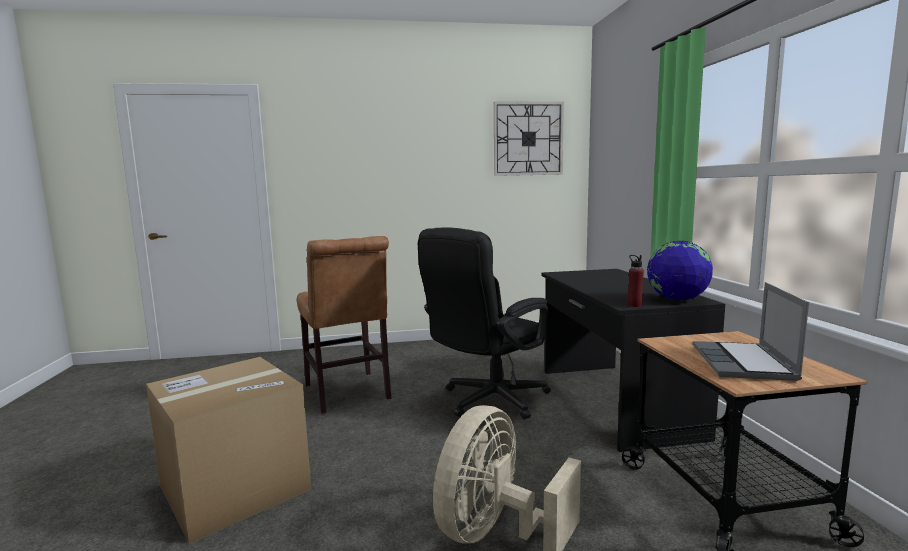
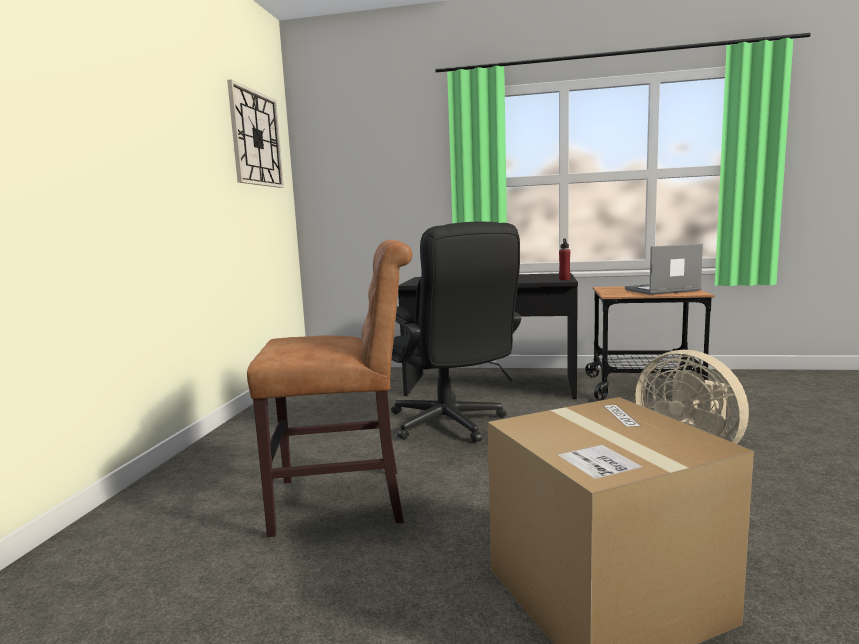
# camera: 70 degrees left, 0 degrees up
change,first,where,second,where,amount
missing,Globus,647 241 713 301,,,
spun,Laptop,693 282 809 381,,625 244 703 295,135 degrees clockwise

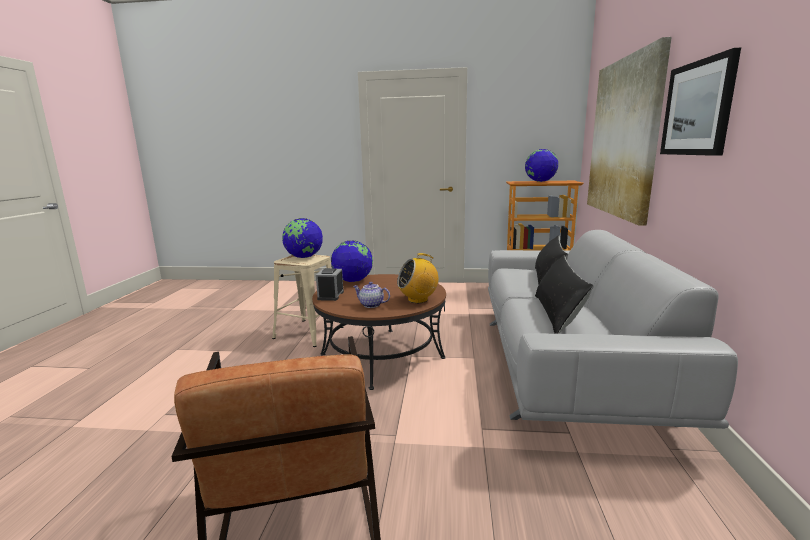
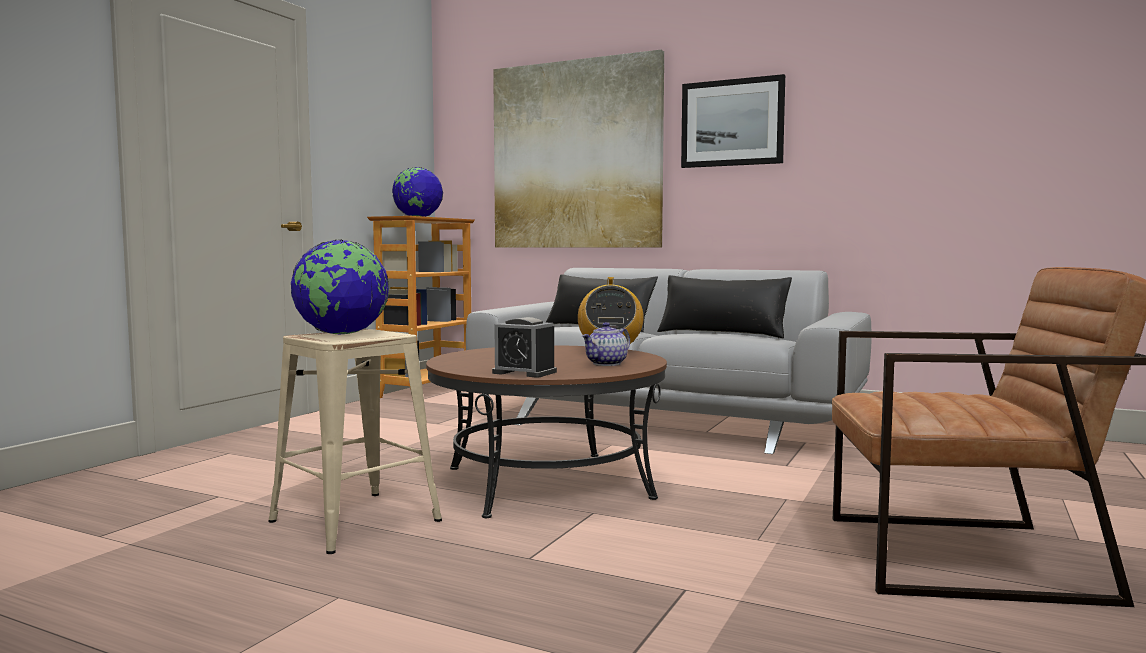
# camera: 70 degrees left, 10 degrees down
change,first,where,second,where,amount
missing,Globus,331 240 373 282,,,

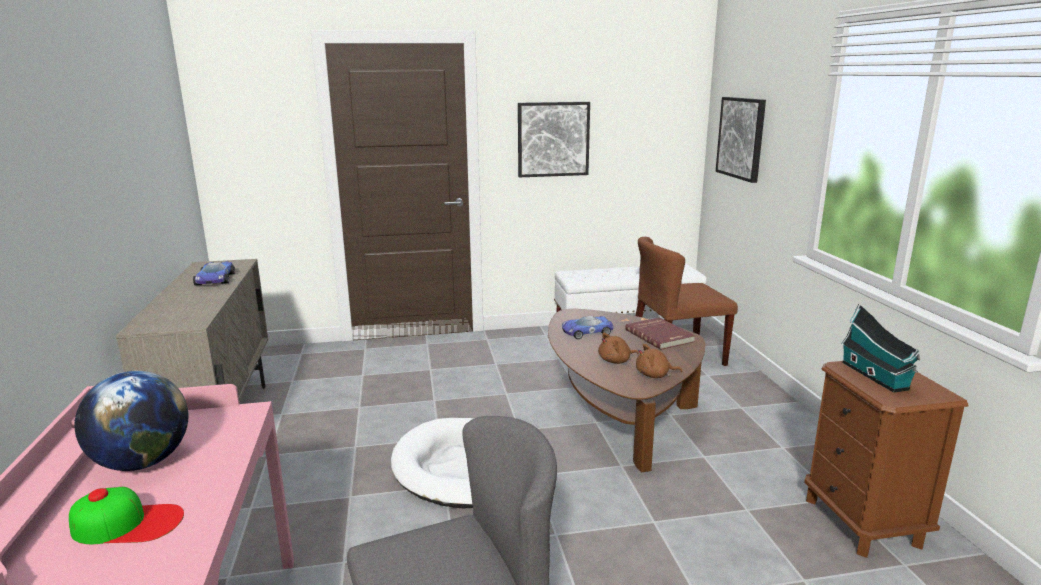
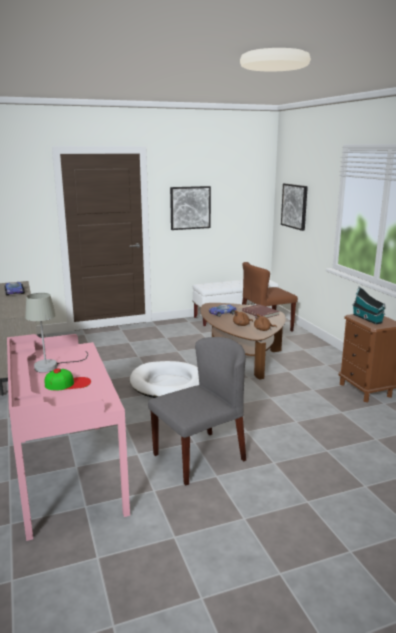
# camera: 10 degrees left, 0 degrees up
change,first,where,second,where,amount
exchanged,Globus,75 371 188 471,Tischlampe [grau],25 293 88 373,

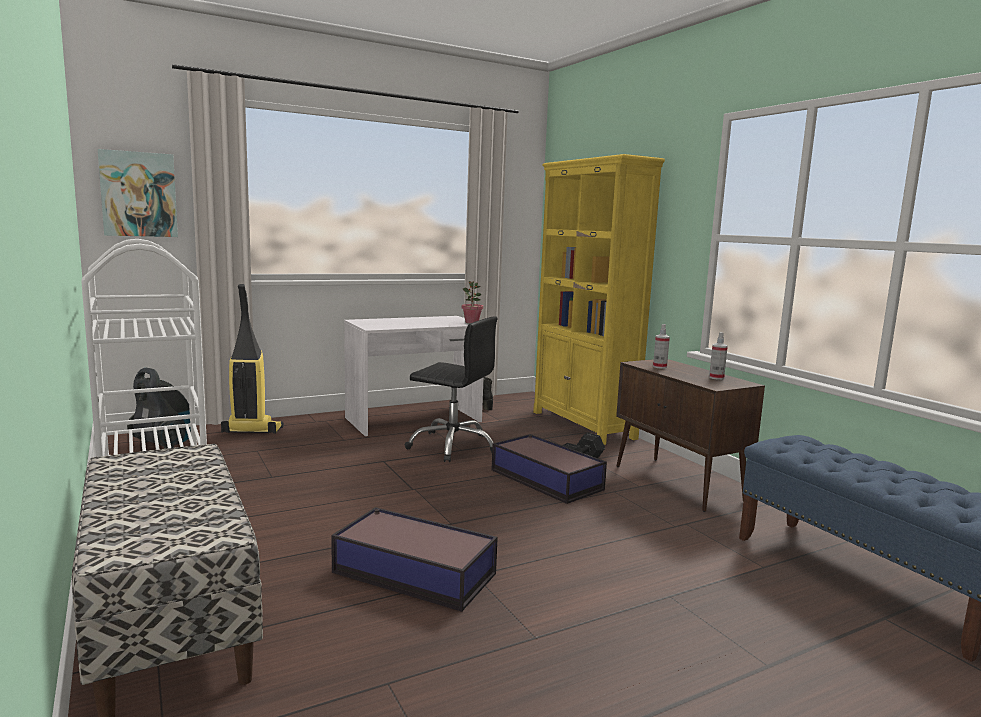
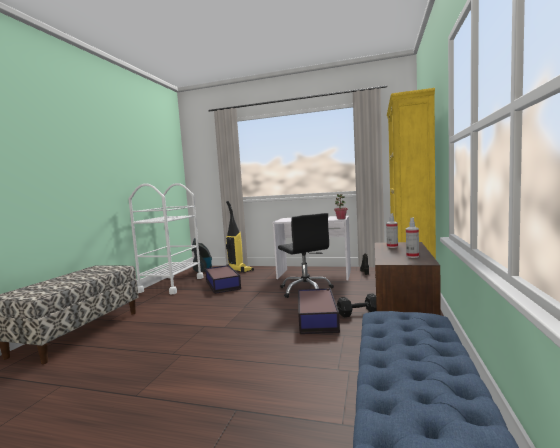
# camera: 45 degrees right, 5 degrees down
change,first,where,second,where,amount
missing,Bild,98 149 178 237,,,
relocated,Aufbewahrungsbox,331 507 498 612,,205 265 241 294,

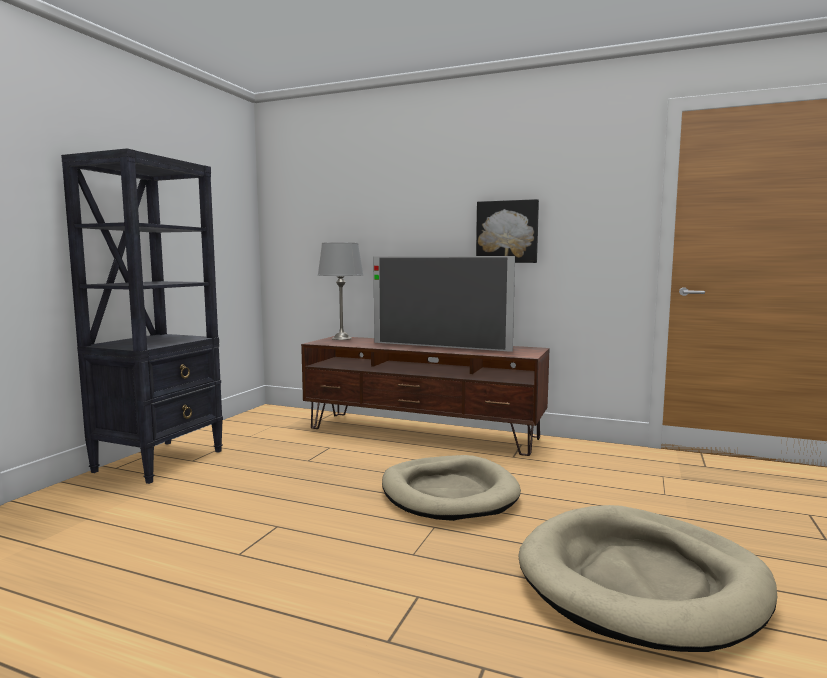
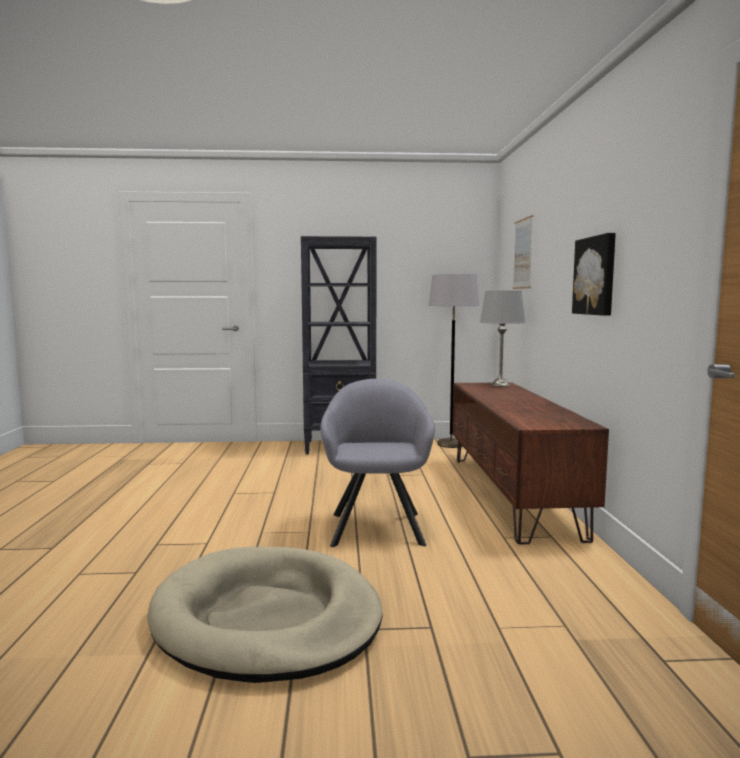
# camera: 65 degrees right, 0 degrees up
change,first,where,second,where,amount
missing,Fernseher,373 256 515 352,,,
exchanged,Hundebett [beige],382 455 521 521,Sessel [grau],320 379 435 547,
appeared,,,Stehlampe [grau],429 274 479 448,
appeared,,,Bild,512 215 533 289,

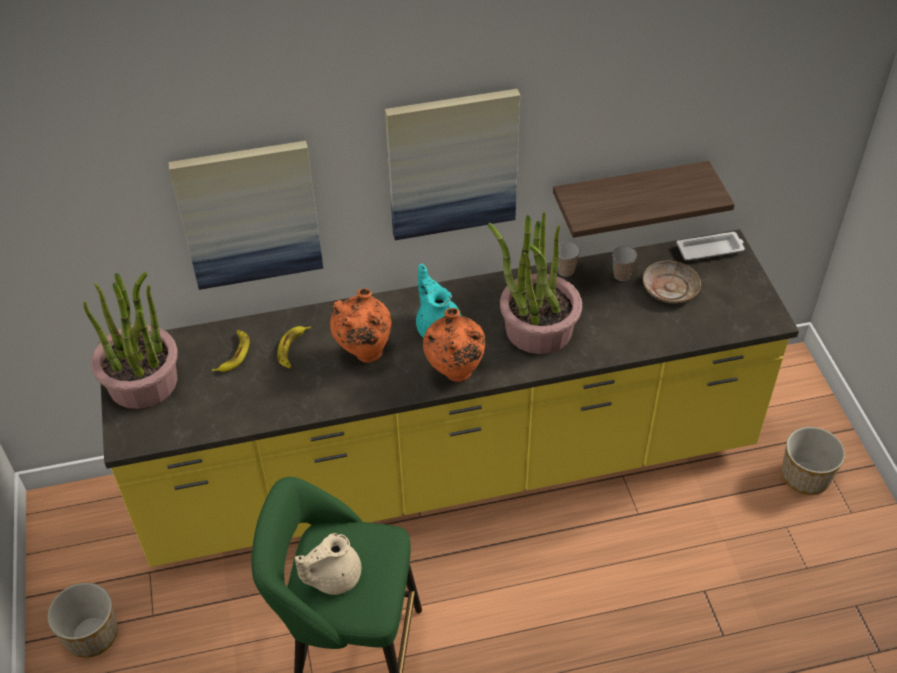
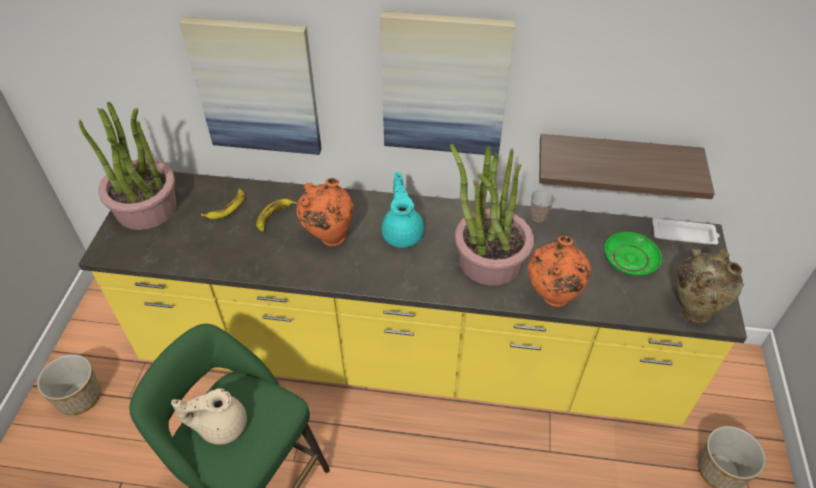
# camera: 20 degrees right, 0 degrees up
change,first,where,second,where,amount
relocated,Vase [orange],423 308 485 382,,528 236 591 307,
missing,Tasse,612 246 638 281,,,
colour,Teller [beige],643 261 701 303,Teller [grün],604 232 662 276,
appeared,,,Vase [beige],676 247 744 323,

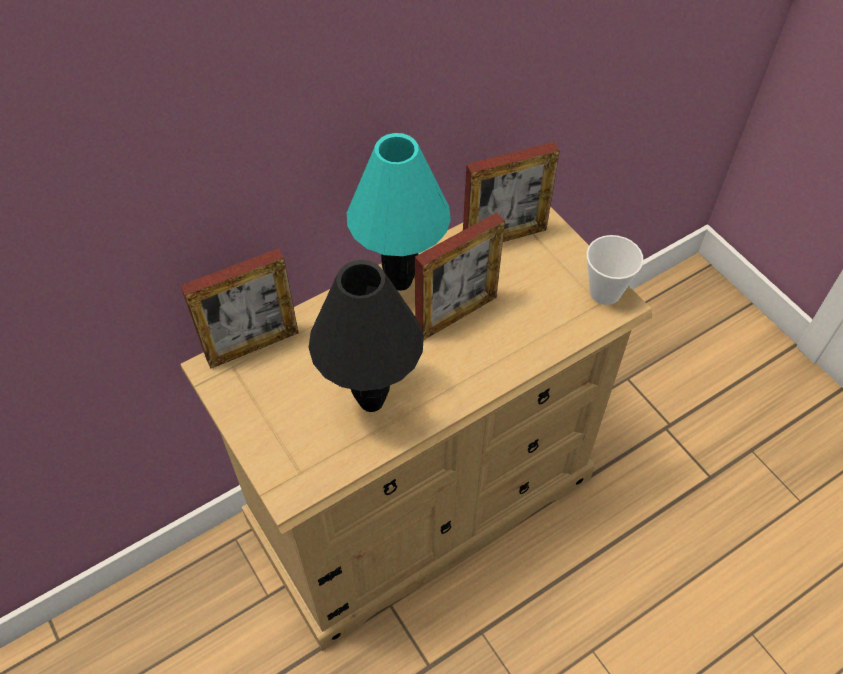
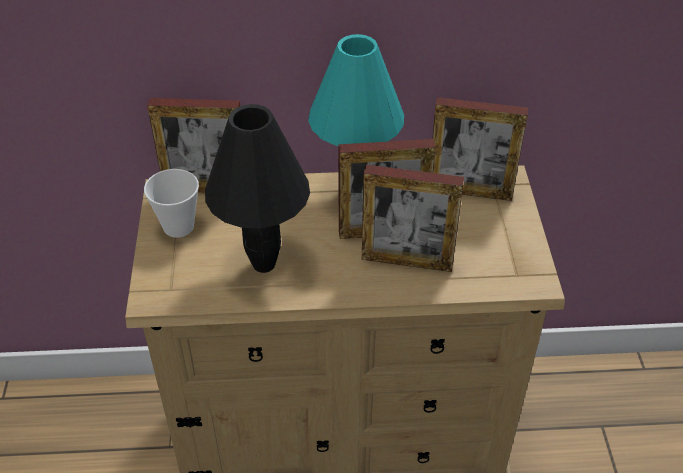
# camera: 30 degrees right, 10 degrees down
change,first,where,second,where,amount
relocated,Tasse,586 235 643 305,,144 169 199 238,
appeared,,,Bilderrahmen,362 165 464 272,

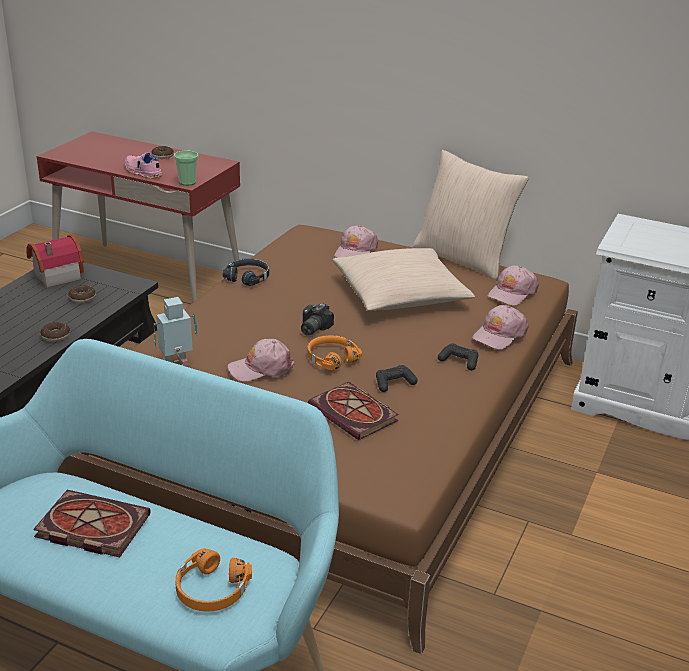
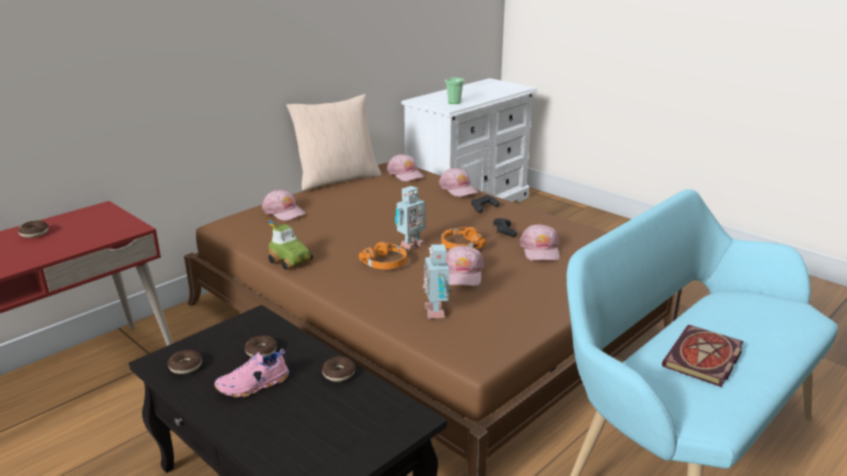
# camera: 70 degrees left, 5 degrees down
change,first,where,second,where,amount
exchanged,Spielzeughaus,27 234 84 288,Donut,168 350 202 374,
relocated,Schuh [rosa],125 152 163 179,,214 349 289 397,
relocated,Tasse,174 150 199 186,,445 78 464 104,
relocated,Kopfhörer [orange],175 548 252 612,,359 242 407 269,
exchanged,Kopfhörer [schwarz],223 258 269 286,Spielzeugauto,268 220 313 270,
exchanged,Kamera,301 303 334 336,Spielzeugroboter,395 186 425 251,
exchanged,Buch,308 382 399 440,Kappe [rosa],519 224 560 261,
missing,Kissen [beige],333 248 475 311,,,

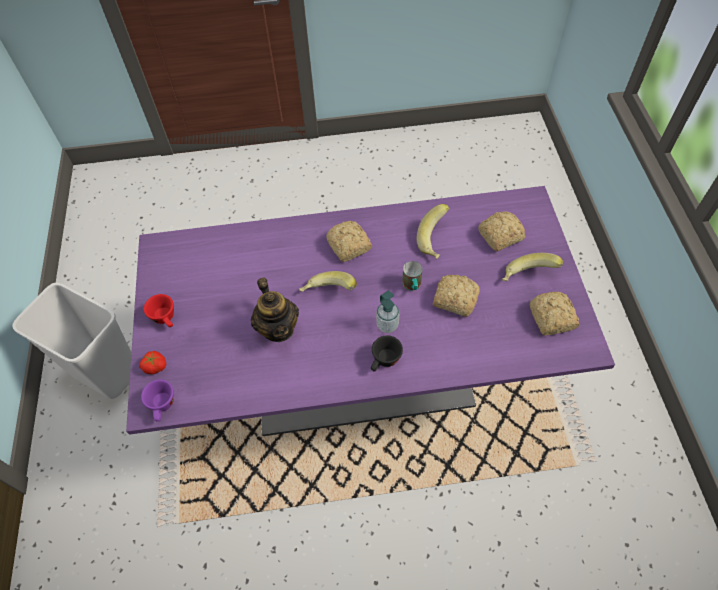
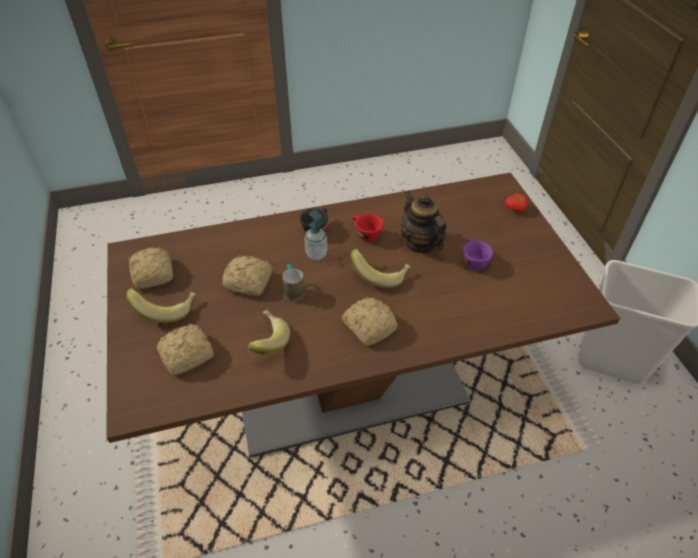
# camera: 170 degrees right, 10 degrees down
change,first,where,second,where,amount
colour,Esstisch [lila],126 186 615 436,Esstisch [braun],107 172 620 458,
relocated,Tasse [lila],141 379 174 421,,463 238 493 270,
relocated,Tasse [rot],144 294 174 327,,352 214 384 242,

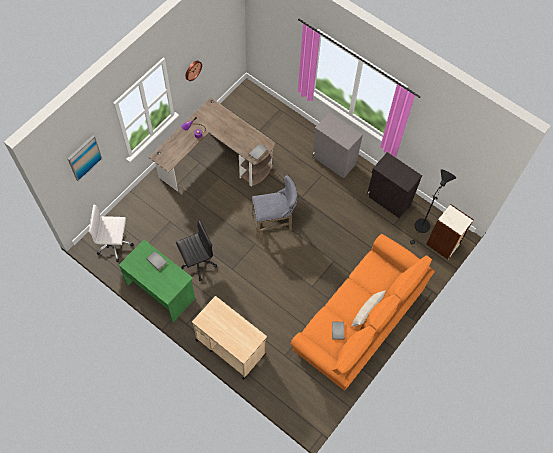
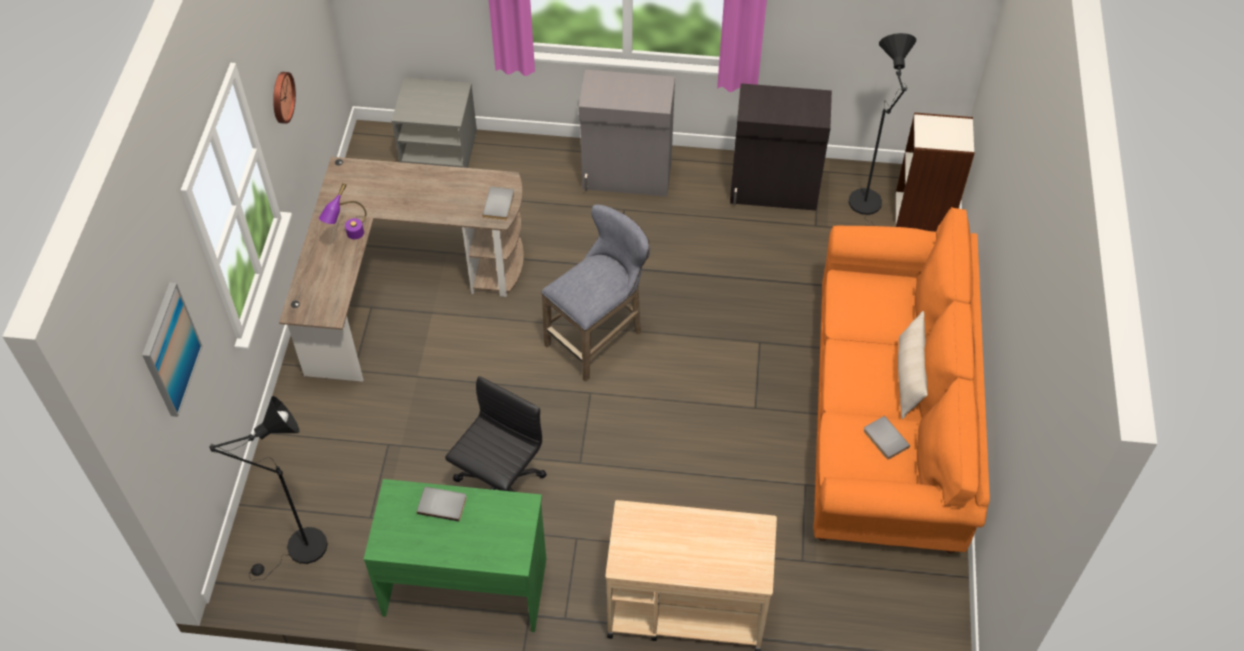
# camera: 30 degrees left, 10 degrees down
change,first,where,second,where,amount
exchanged,Bürostuhl [weiß],89 204 134 262,Stehlampe [schwarz],210 396 328 580,
appeared,,,Nachttisch [grau],392 78 477 168,

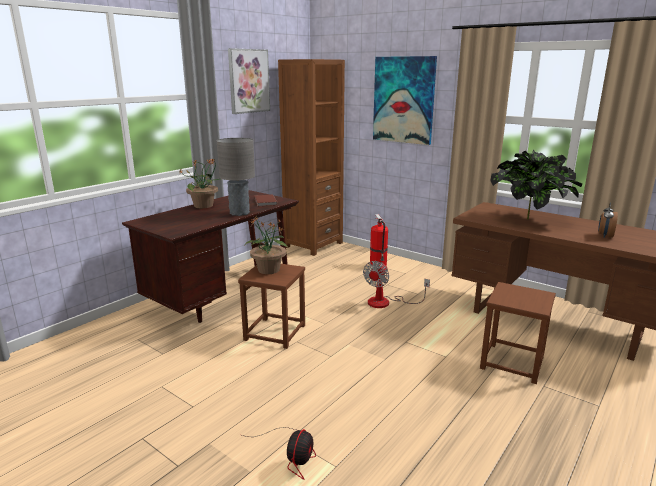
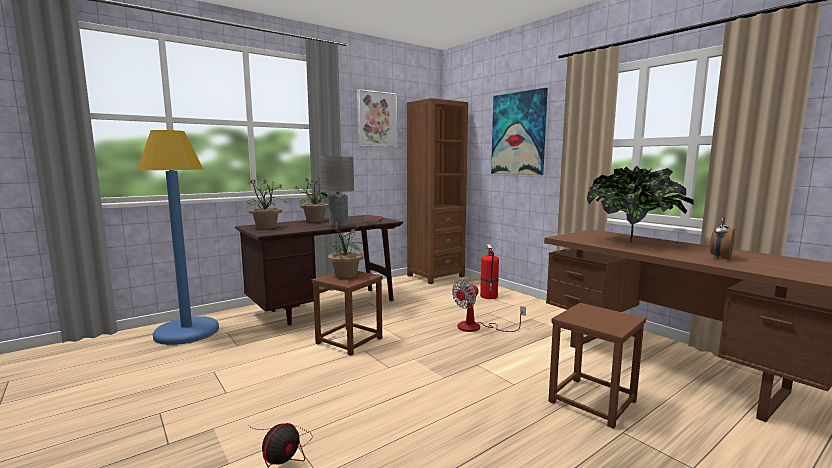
# camera: 15 degrees right, 10 degrees down
change,first,where,second,where,amount
appeared,,,Stehlampe [blau],137 130 219 345,
appeared,,,Topfpflanze,246 179 287 229,

